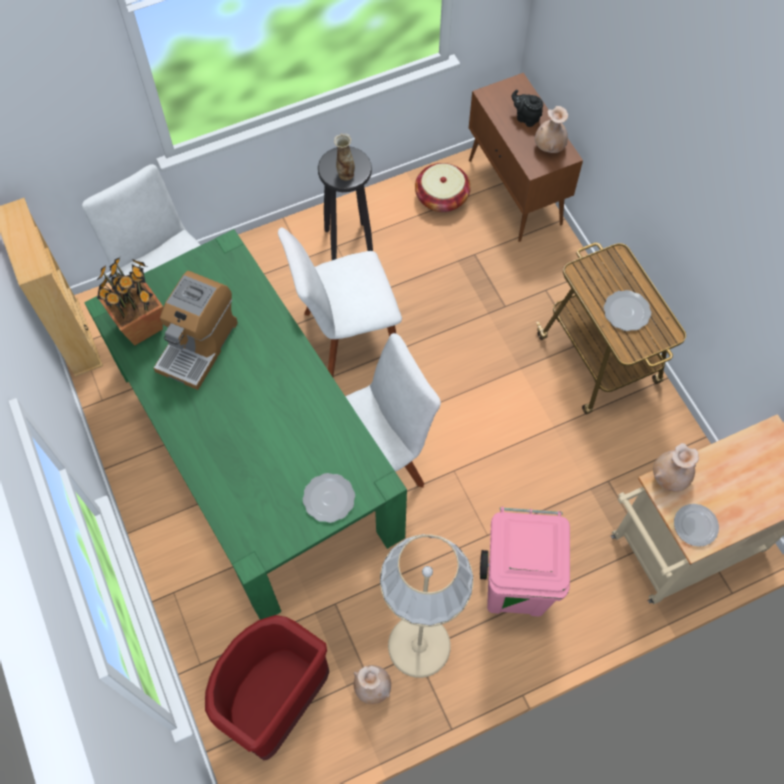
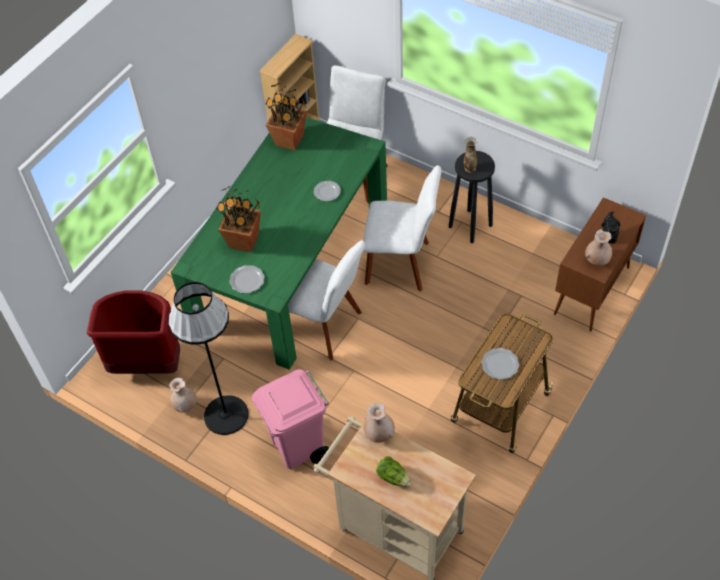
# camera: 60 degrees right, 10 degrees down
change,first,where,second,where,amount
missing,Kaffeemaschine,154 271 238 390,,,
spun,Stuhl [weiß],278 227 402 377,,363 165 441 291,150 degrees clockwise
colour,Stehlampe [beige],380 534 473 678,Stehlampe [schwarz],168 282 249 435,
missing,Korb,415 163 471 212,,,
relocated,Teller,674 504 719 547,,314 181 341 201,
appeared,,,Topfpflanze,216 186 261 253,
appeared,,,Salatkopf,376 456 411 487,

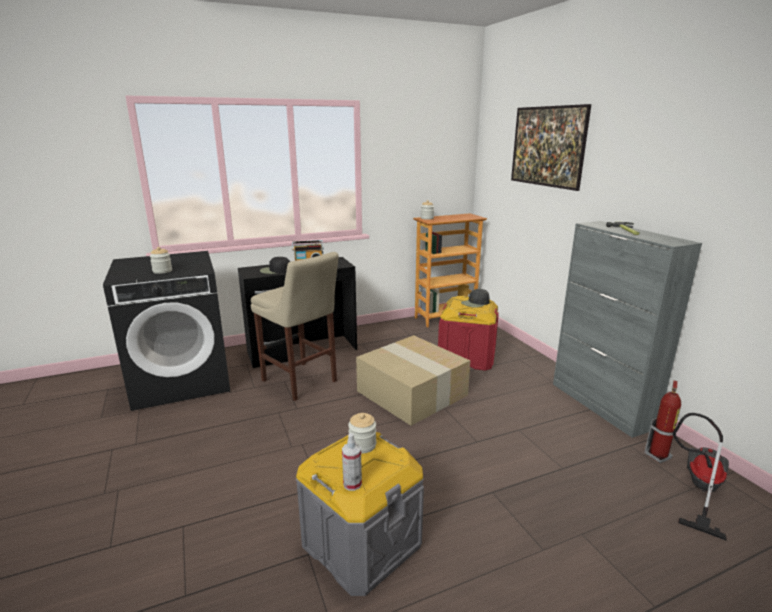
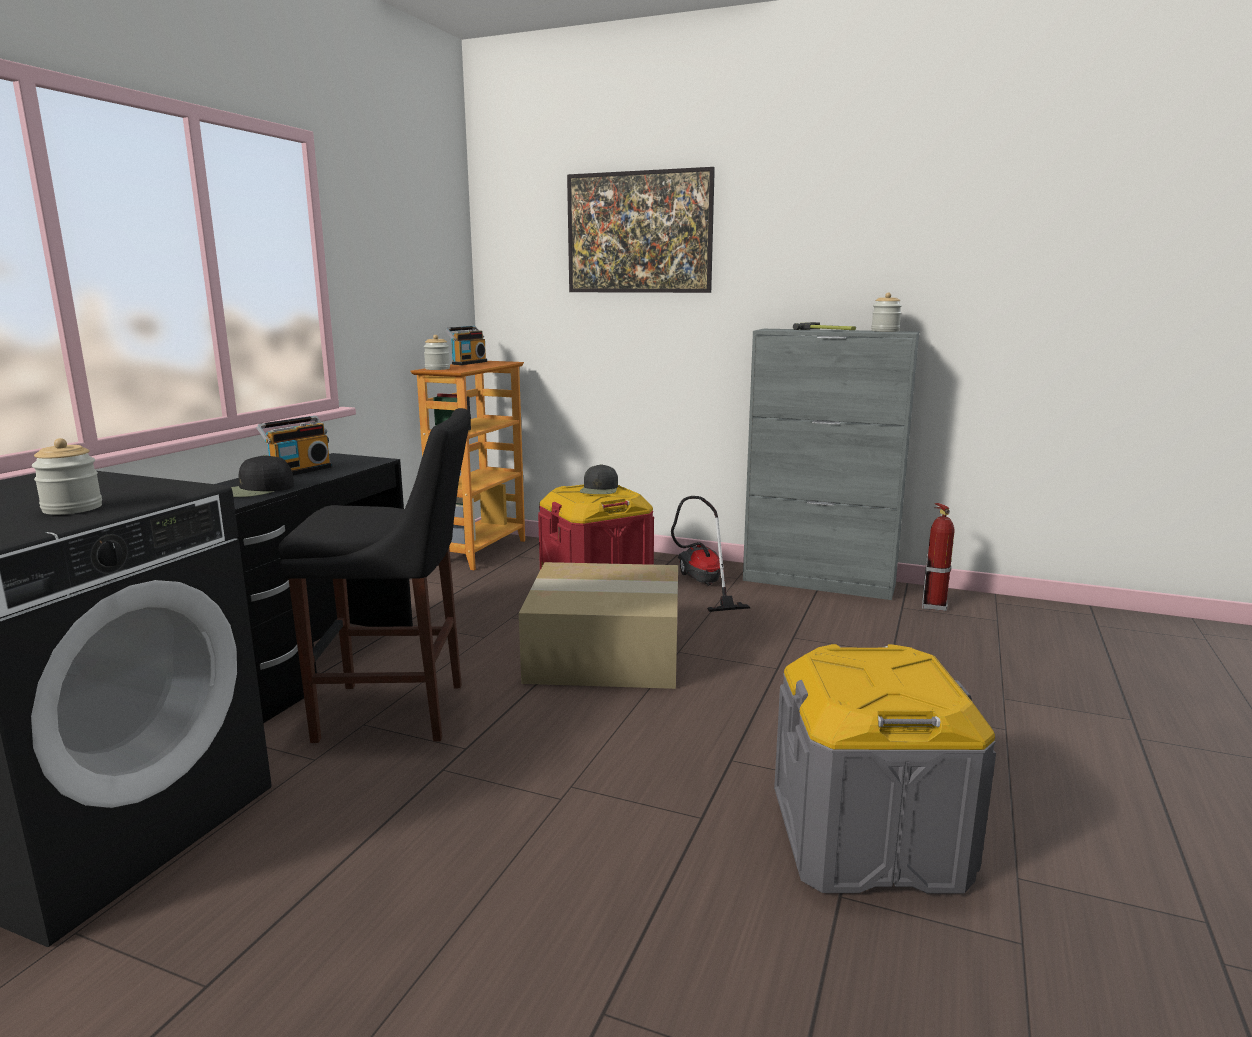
# camera: 45 degrees left, 5 degrees down
change,first,where,second,where,amount
colour,Hocker [beige],251 252 339 401,Hocker [schwarz],278 408 471 743,
missing,Sprühflasche,342 433 362 491,,,
relocated,Vorratsglas,348 413 376 453,,871 293 902 332,
relocated,Staubsauger,673 413 729 541,,671 496 750 612,
appeared,,,Radio,445 326 487 365,

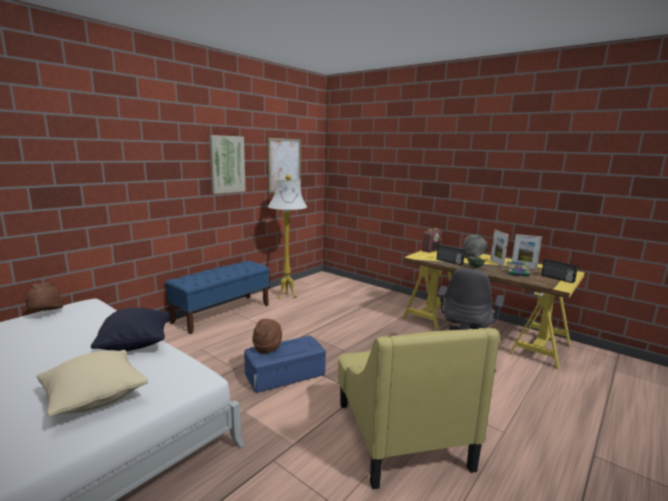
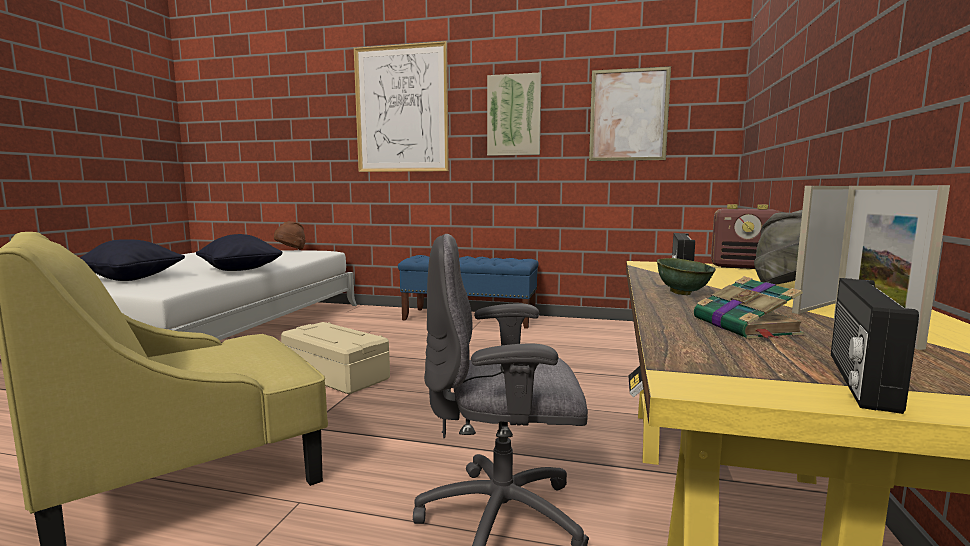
# camera: 65 degrees right, 5 degrees down
change,first,where,second,where,amount
colour,Kissen [beige],37 350 148 417,Kissen [schwarz],80 239 185 281,
colour,Aufbewahrungsbox [blau],244 336 326 393,Aufbewahrungsbox [beige],281 322 390 395,
missing,Hut [braun],252 319 282 354,,,
missing,Stehlampe [weiß],268 174 307 299,,,
appeared,,,Bild,354 41 449 172,

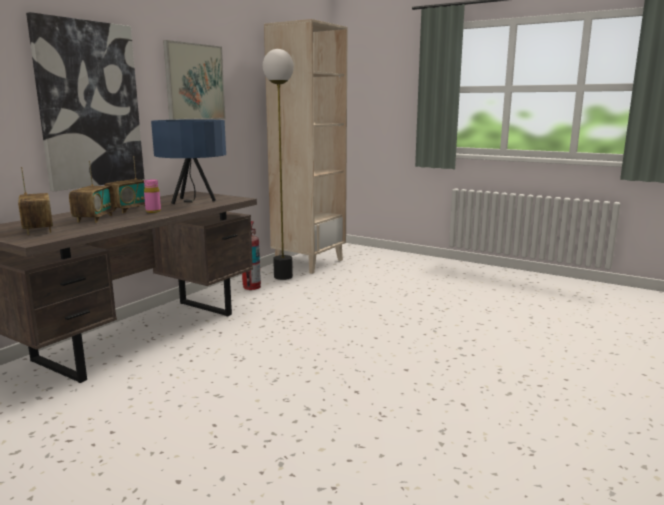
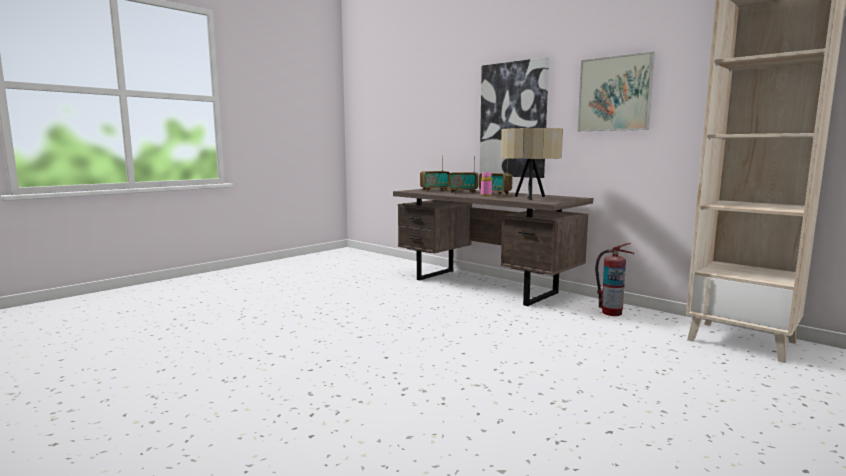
# camera: 100 degrees right, 5 degrees down
change,first,where,second,where,amount
colour,Tischlampe [blau],151 119 226 205,Tischlampe [beige],501 128 563 200,
missing,Stehlampe,263 49 294 280,,,

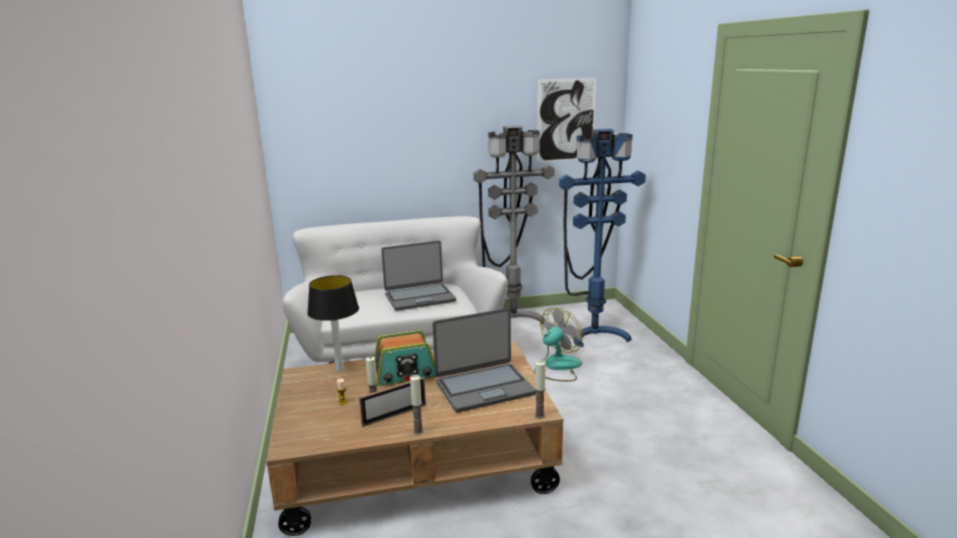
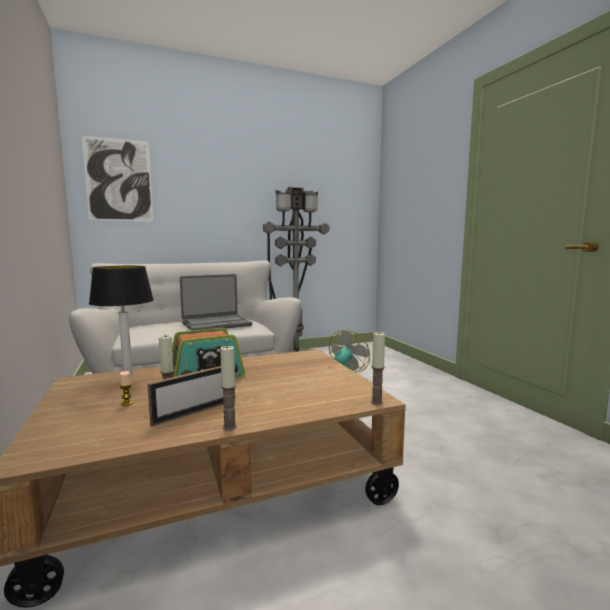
# camera: 10 degrees left, 10 degrees down
change,first,where,second,where,amount
missing,Laptop,433 308 536 412,,,
relocated,Bild,537 78 596 162,,82 136 154 222,
missing,Stehlampe [blau],559 129 646 347,,,

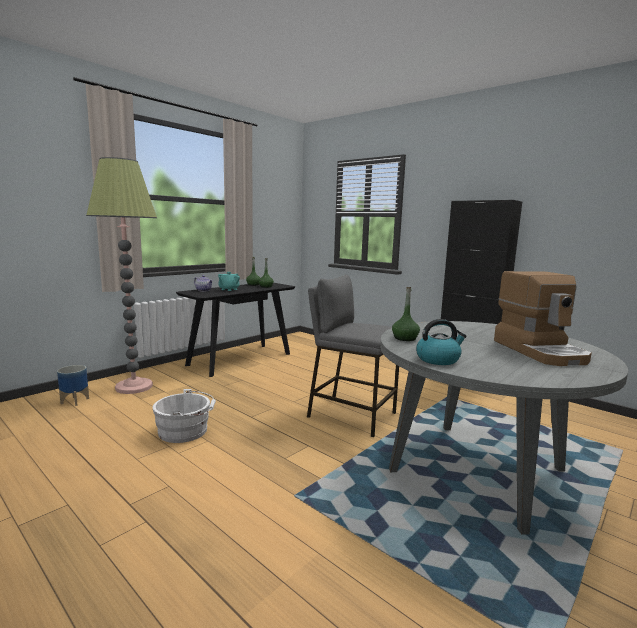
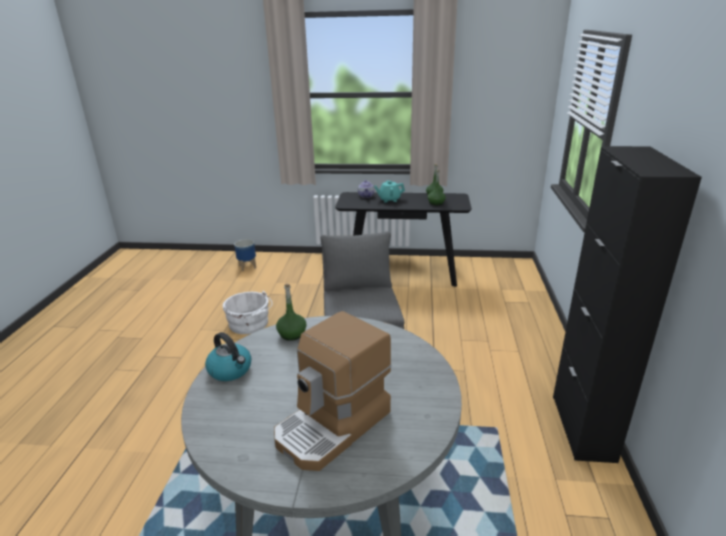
# camera: 55 degrees right, 15 degrees up
change,first,where,second,where,amount
missing,Stehlampe,86 157 157 394,,,

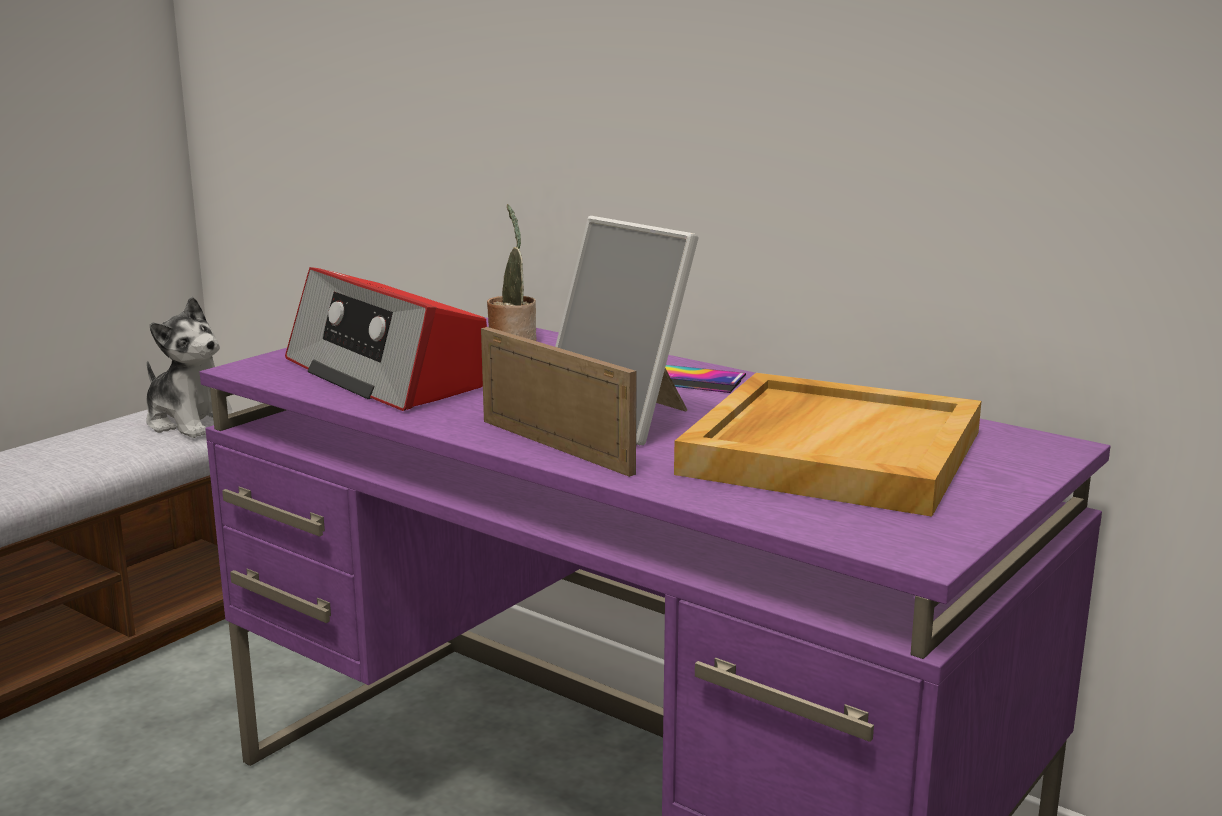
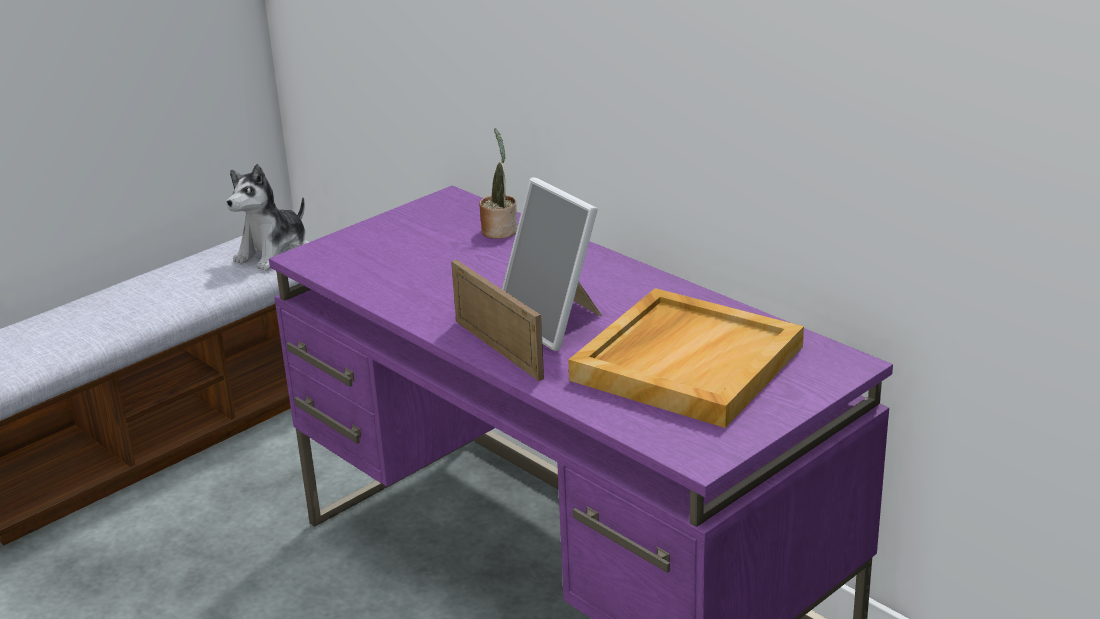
# camera: 10 degrees right, 10 degrees up
change,first,where,second,where,amount
spun,Plüschtier,146 297 234 438,,226 164 306 271,75 degrees clockwise
missing,Radio,285 267 487 411,,,
missing,Handy,665 365 746 393,,,

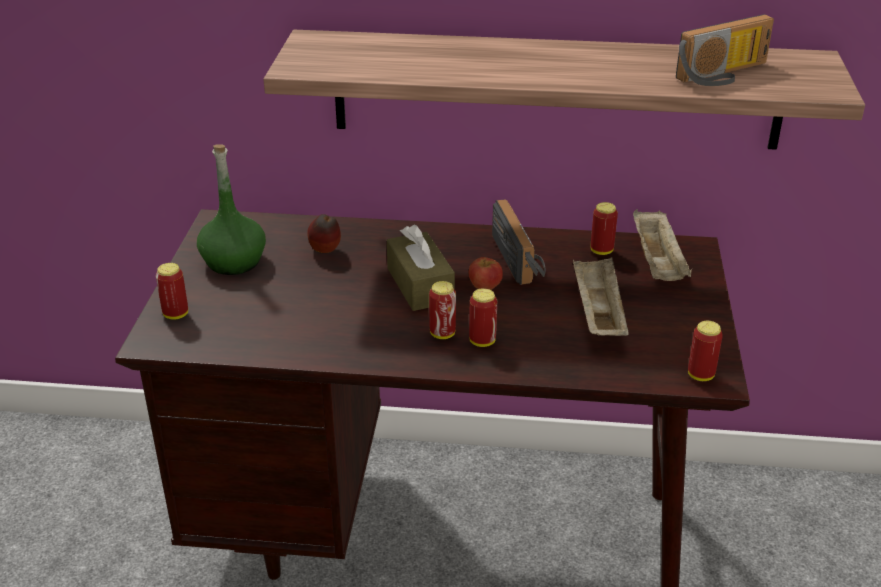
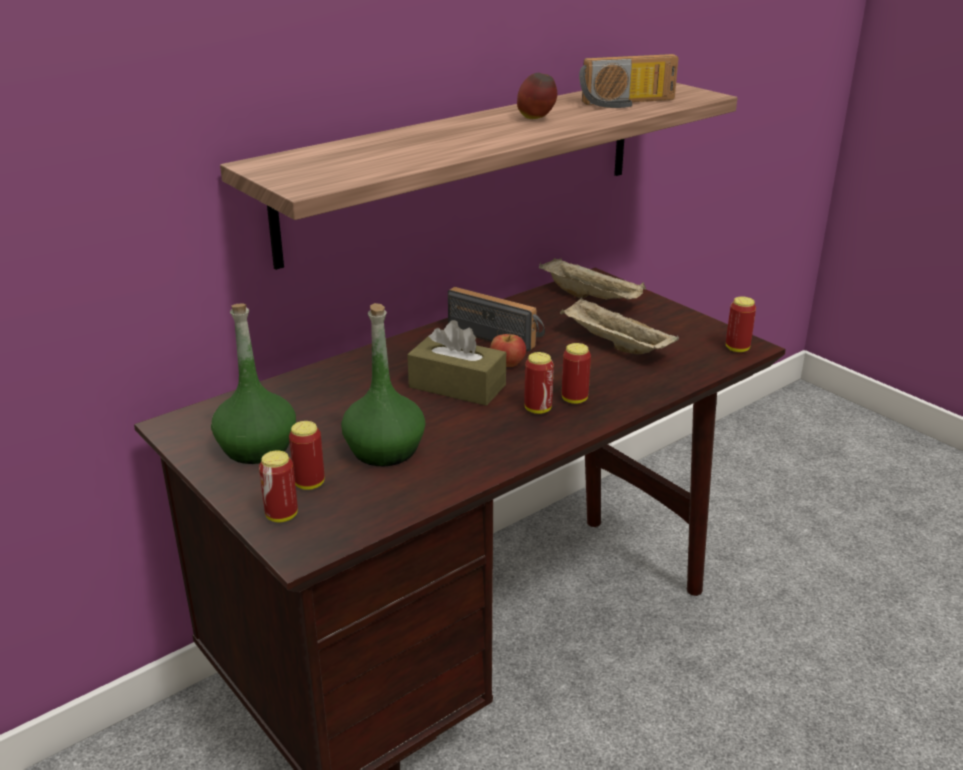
# camera: 45 degrees left, 5 degrees down
change,first,where,second,where,amount
relocated,Apfel,307 214 341 253,,517 73 557 119,
relocated,Dose,591 202 618 255,,289 421 325 490,
spun,Radio,676 14 774 86,,579 54 678 108,60 degrees clockwise
appeared,,,Flasche [grün],341 303 425 466,

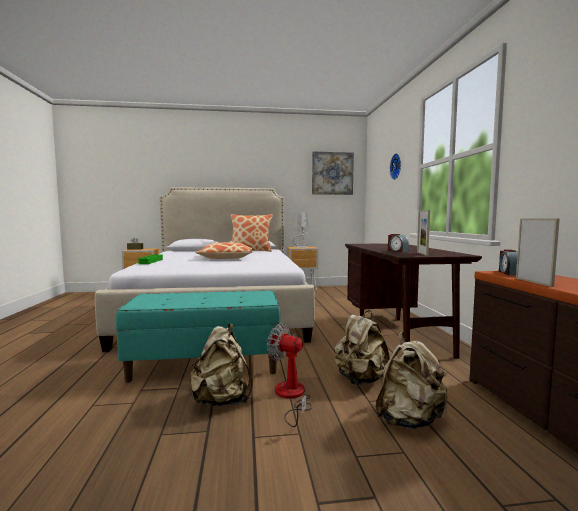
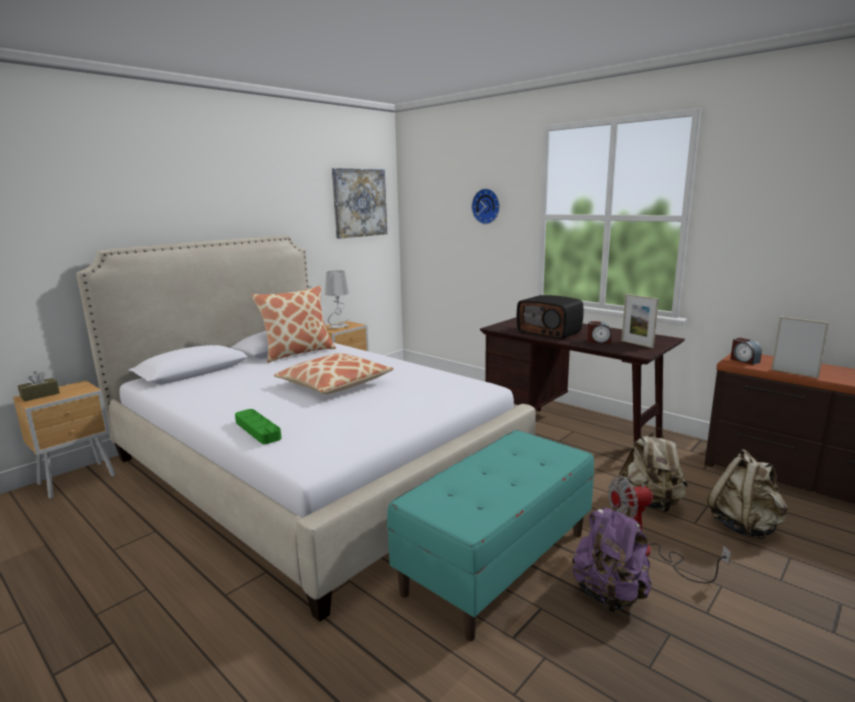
# camera: 40 degrees left, 10 degrees up
change,first,where,second,where,amount
colour,Rucksack [beige],190 324 253 406,Rucksack [lila],572 502 652 612,
appeared,,,Radio,517 295 583 340,

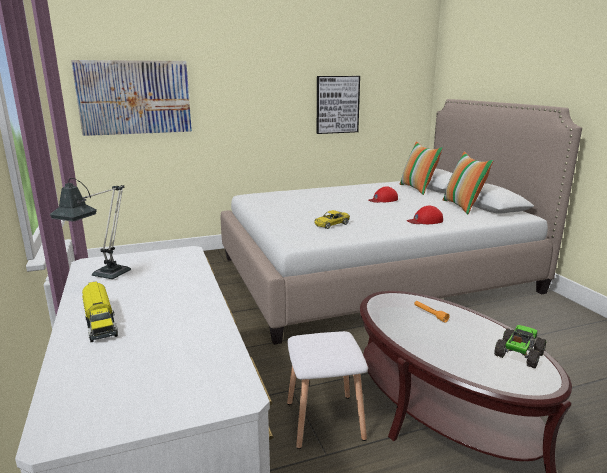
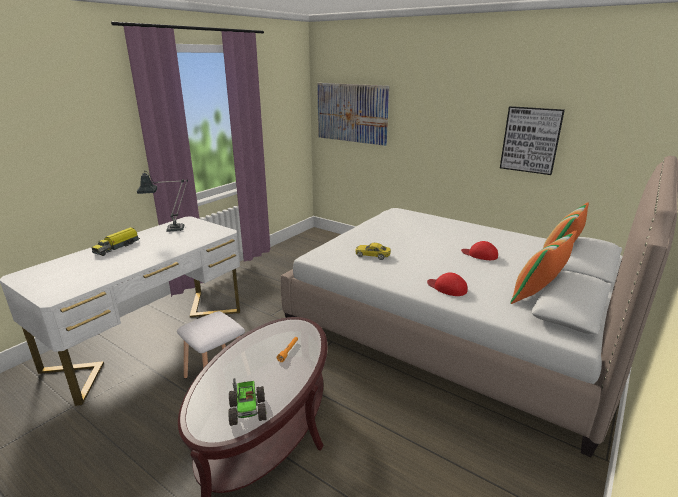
# camera: 55 degrees right, 5 degrees up
change,first,where,second,where,amount
spun,Spielzeuglaster,494 325 546 369,,228 378 267 426,75 degrees clockwise

